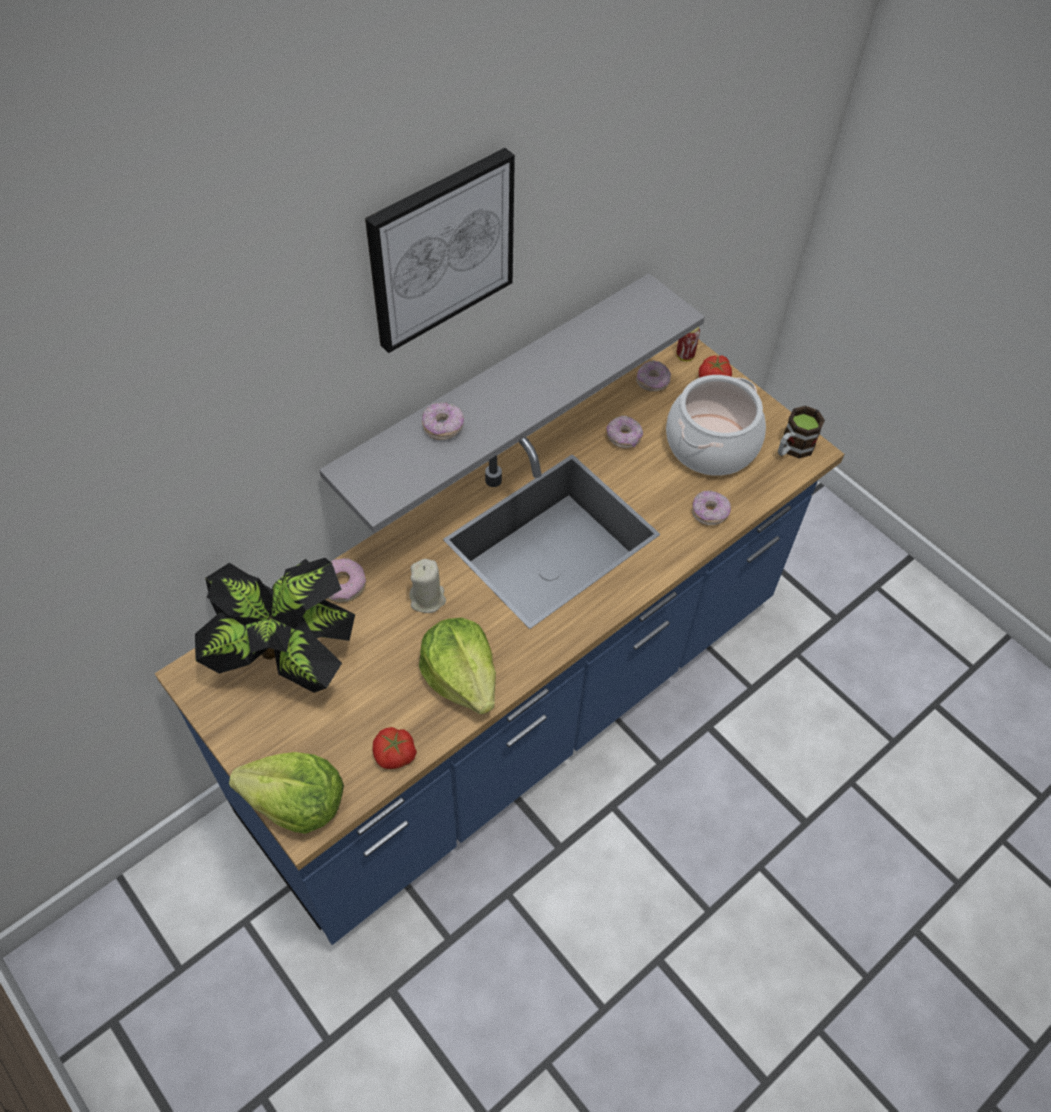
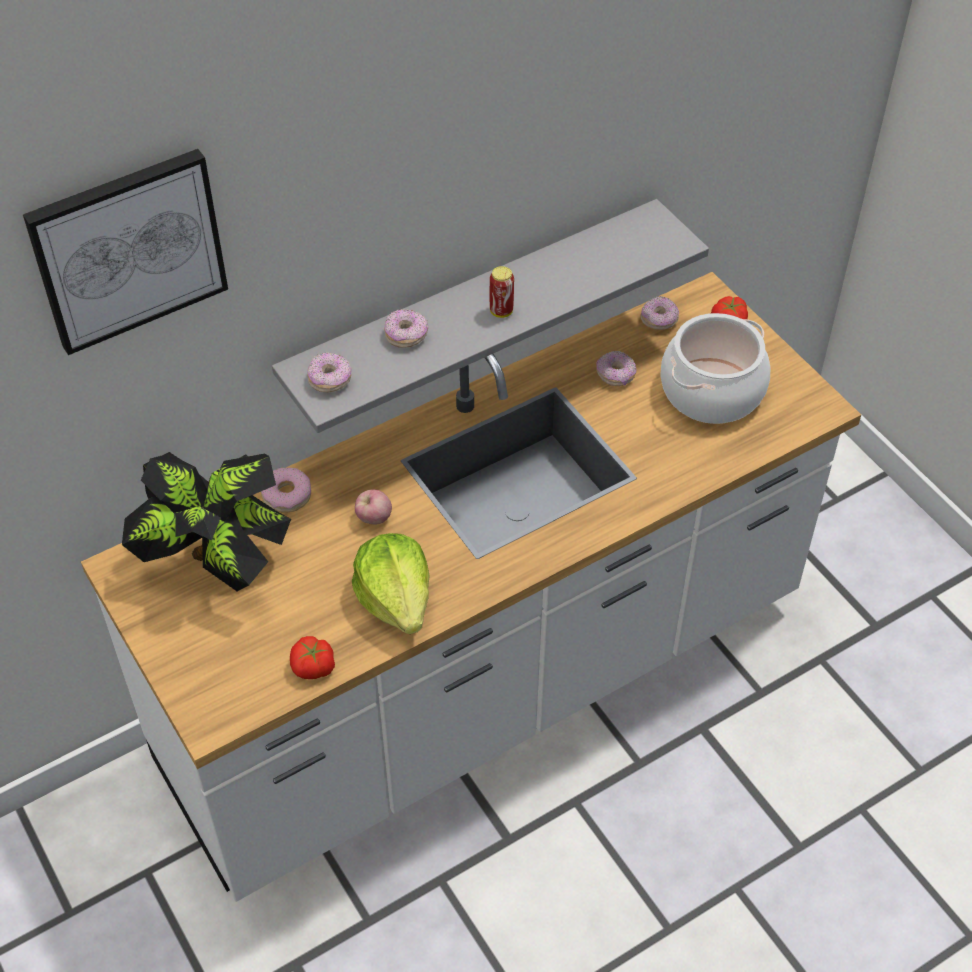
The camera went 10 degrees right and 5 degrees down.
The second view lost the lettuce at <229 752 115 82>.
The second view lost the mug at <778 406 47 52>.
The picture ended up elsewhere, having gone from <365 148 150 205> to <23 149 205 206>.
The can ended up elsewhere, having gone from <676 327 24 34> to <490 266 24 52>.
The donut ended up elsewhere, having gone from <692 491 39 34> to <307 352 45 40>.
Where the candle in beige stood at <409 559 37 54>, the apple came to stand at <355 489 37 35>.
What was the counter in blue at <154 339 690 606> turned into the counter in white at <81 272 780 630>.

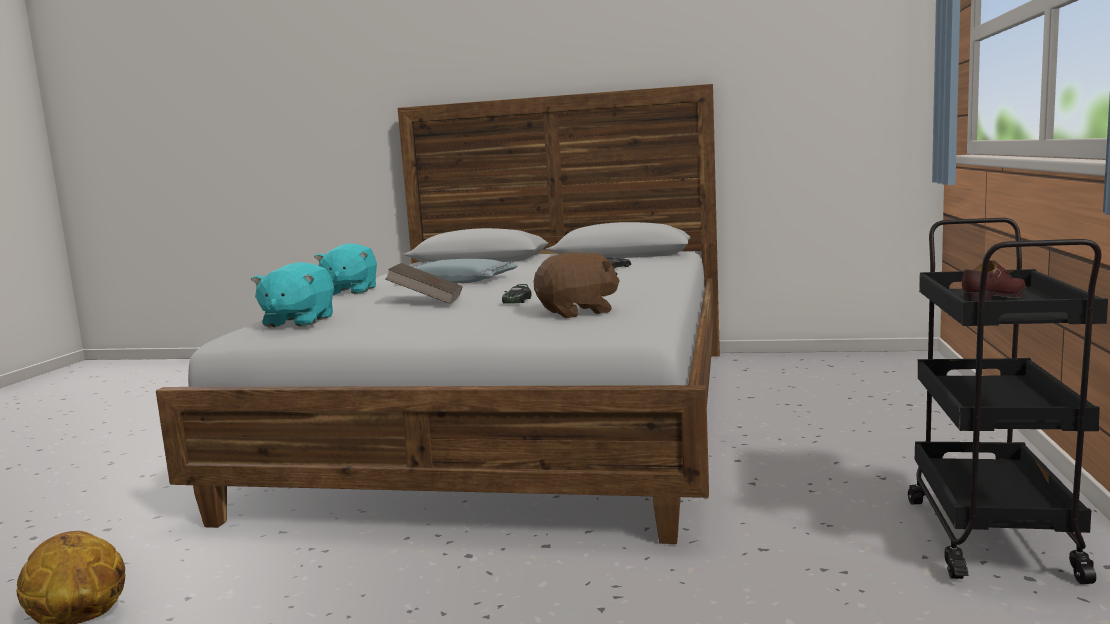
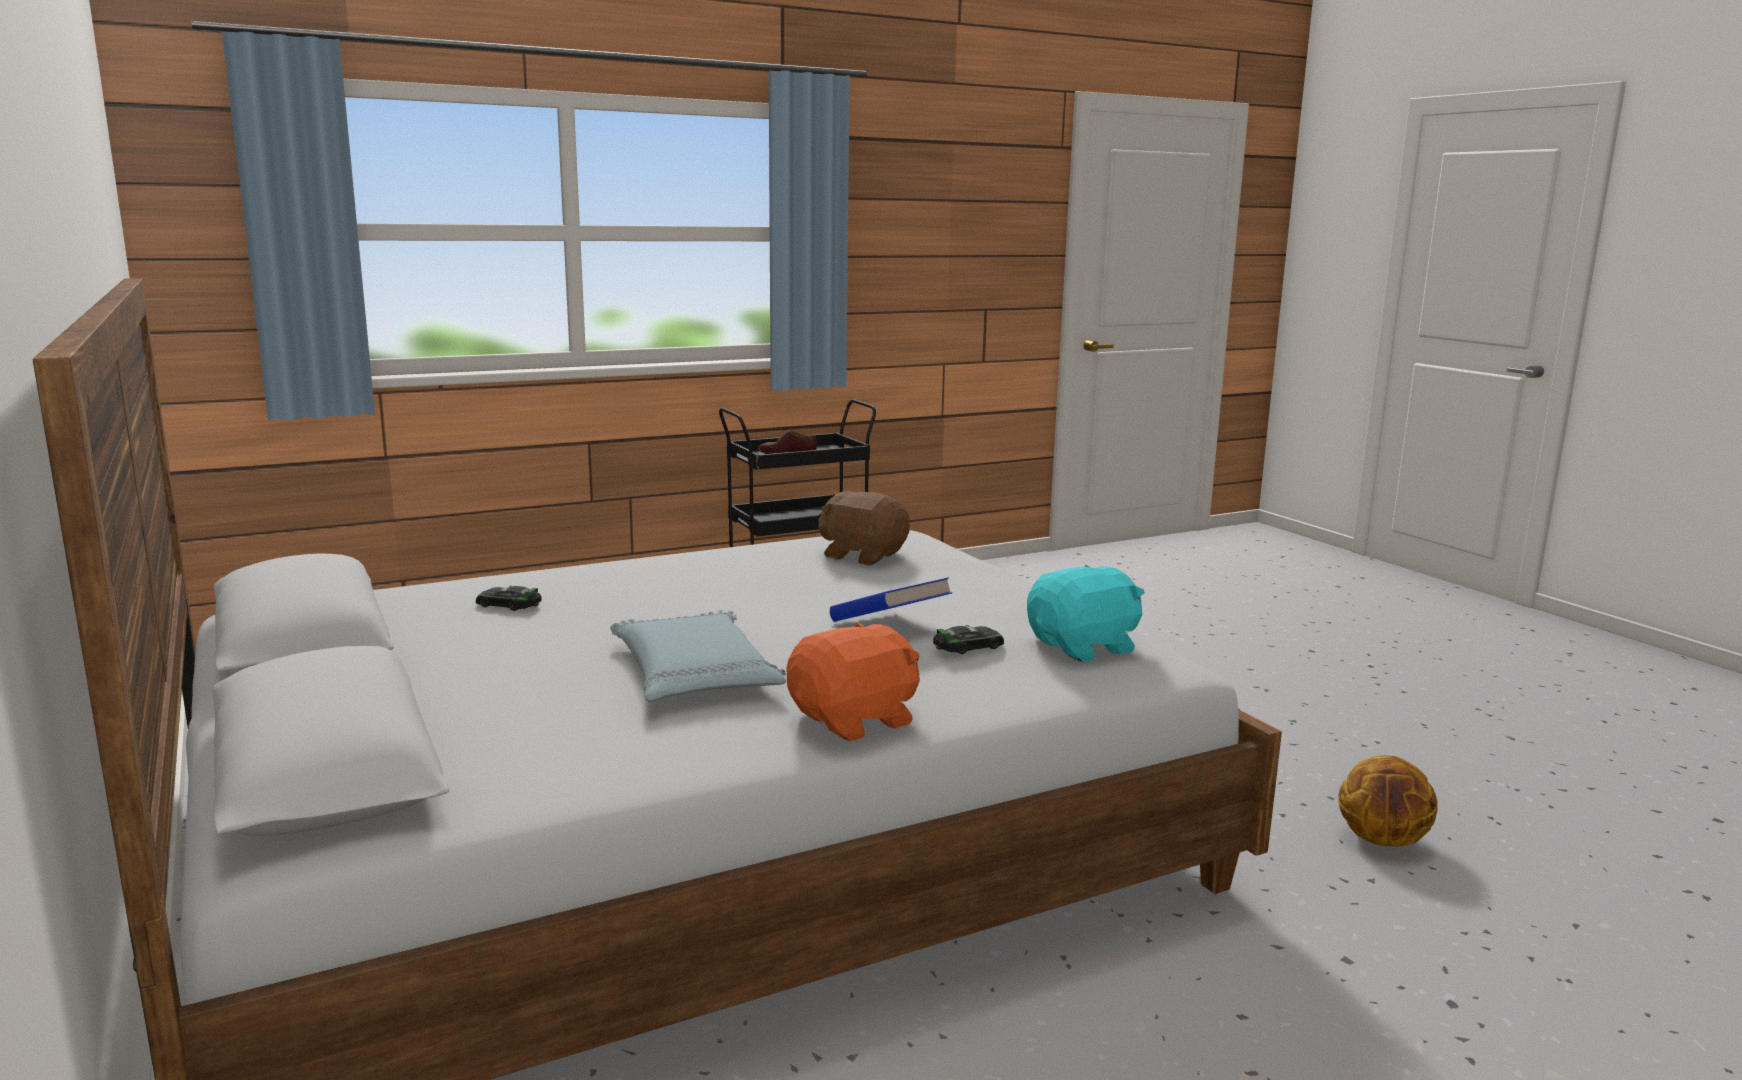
The camera went 130 degrees left and 5 degrees up.
The toy car ended up elsewhere, having gone from <502 284 29 20> to <933 625 71 29>.
What was the plush toy in turquoise at <314 243 63 52> turned into the plush toy in orange at <787 621 133 120>.
What was the book in brown at <385 263 78 41> turned into the book in blue at <830 577 122 45>.

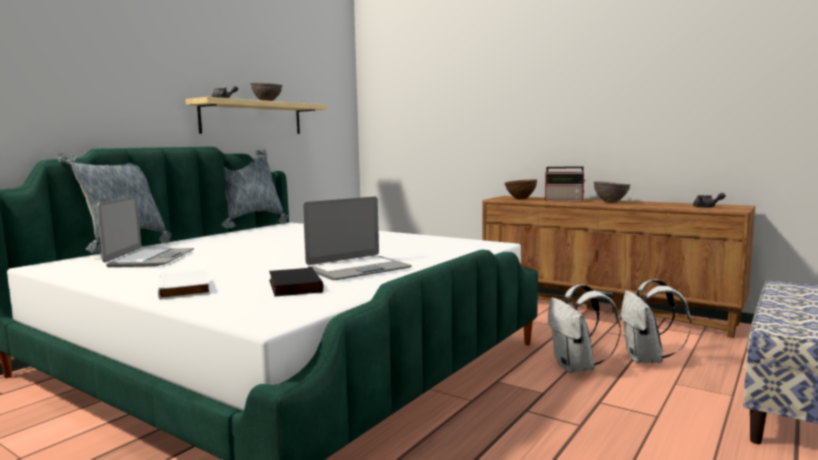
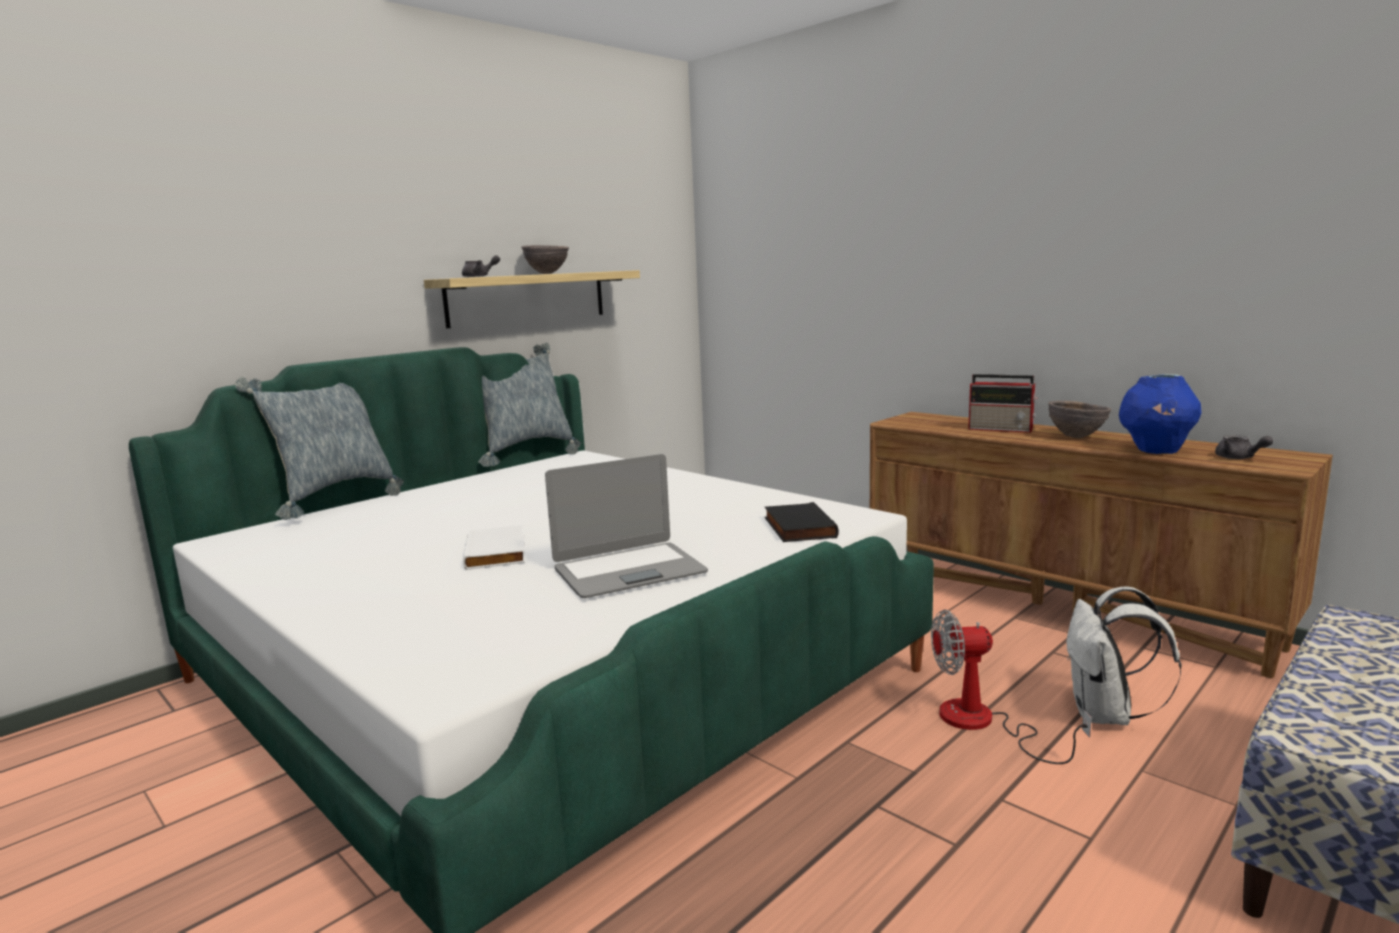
The camera went 10 degrees right and 5 degrees up.
The second view lost the laptop at <97 196 97 71>.
The second view lost the bowl in brown at <504 179 33 20>.
The second view gained the vase in blue at <1119 374 83 80>.
The book in white ended up elsewhere, having gone from <158 269 53 31> to <463 525 62 45>.
The book in black ended up elsewhere, having gone from <269 267 55 29> to <765 502 74 40>.
Where the backpack in white stood at <548 284 73 89>, the fan came to stand at <931 610 161 154>.

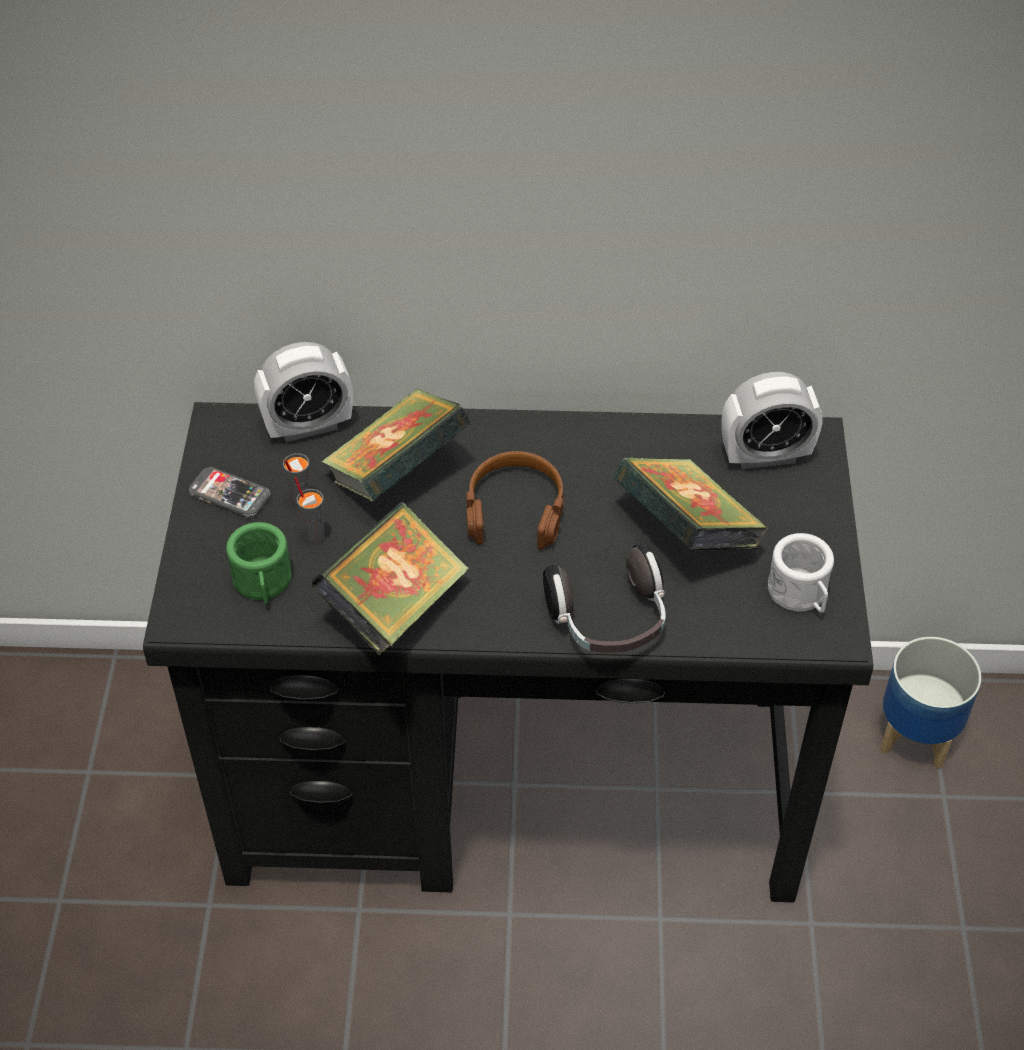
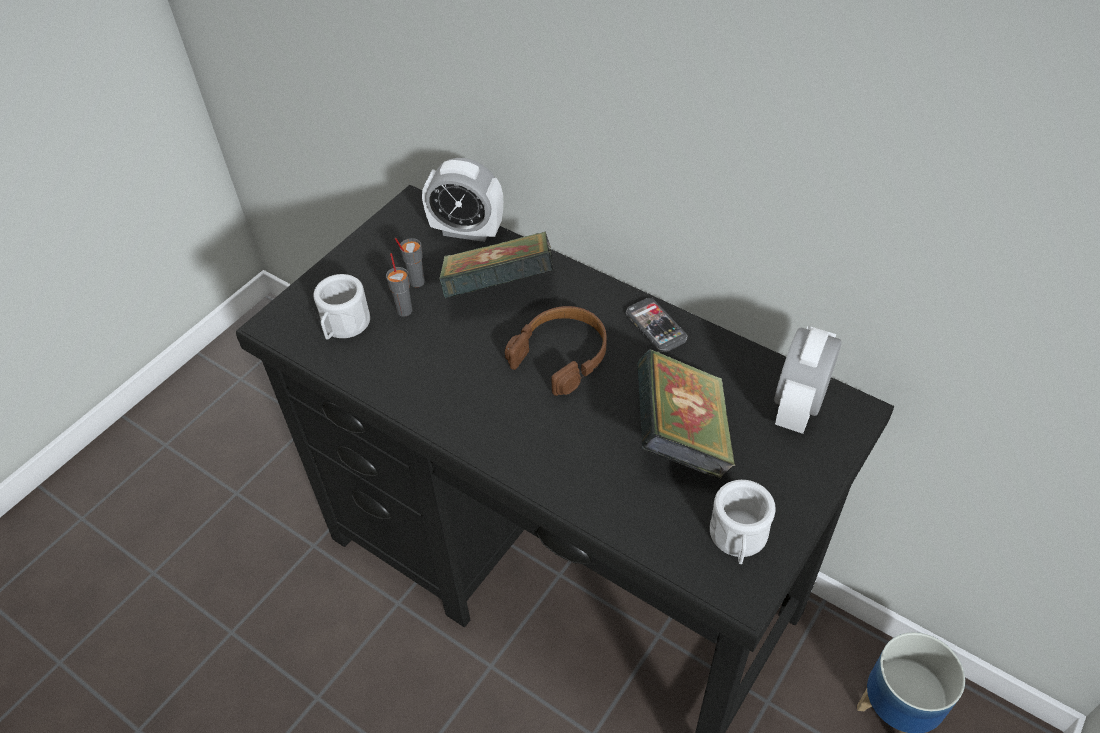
The camera went 35 degrees right and 0 degrees up.
The second view lost the book at <311 502 158 154>.
The second view lost the headphones at <543 544 123 109>.
The phone ended up elsewhere, having gone from <189 467 81 51> to <626 298 62 54>.
What was the mug in green at <226 522 65 82> turned into the mug in white at <313 274 57 66>.
The alarm clock at <722 372 101 97> ended up facing another way, 90 degrees clockwise from before.

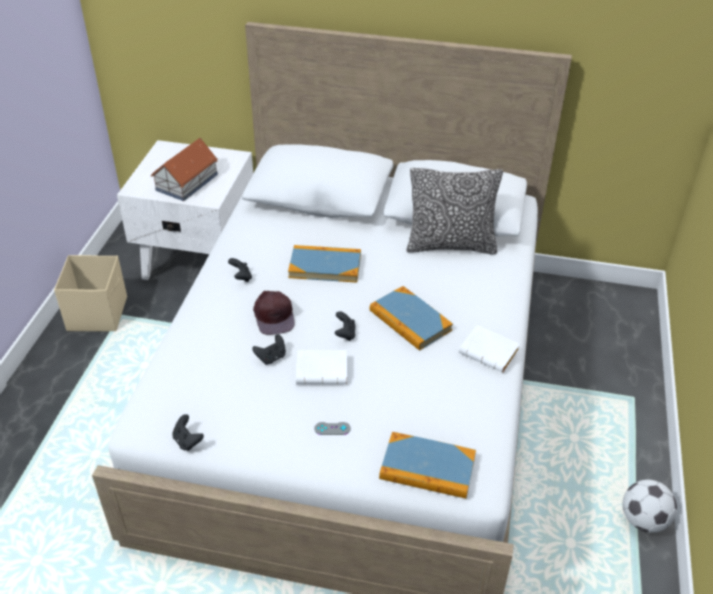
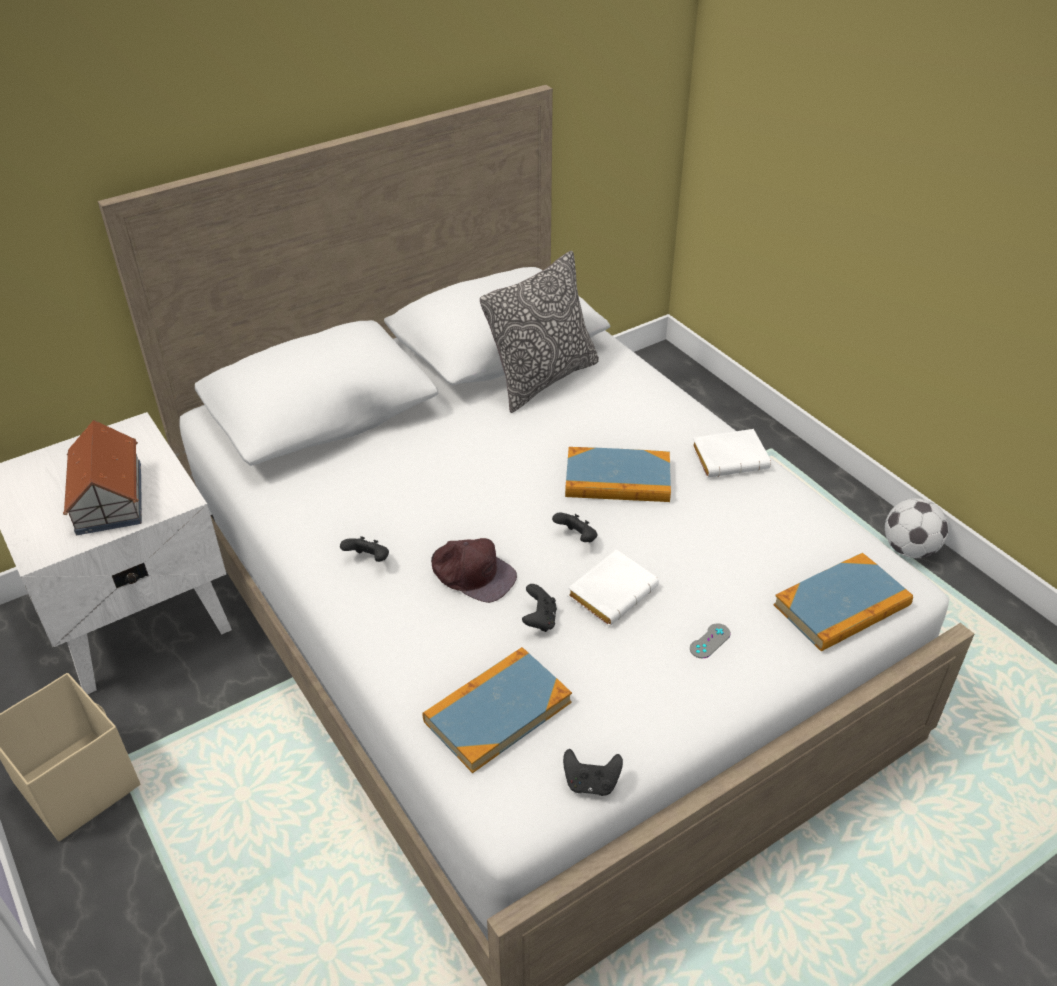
The camera went 45 degrees left and 0 degrees up.
The book ended up elsewhere, having gone from <288 245 73 38> to <423 647 149 126>.

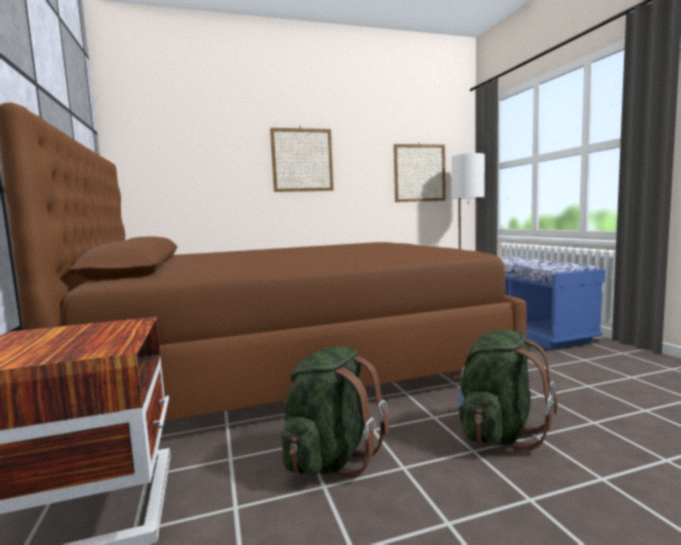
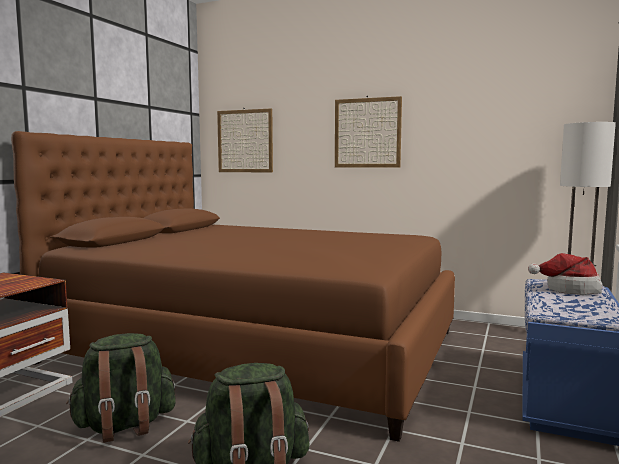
The camera went 40 degrees right and 0 degrees up.
The second view gained the hat at <528 253 75 42>.
The picture ended up elsewhere, having gone from <394 142 52 60> to <217 108 56 65>.

